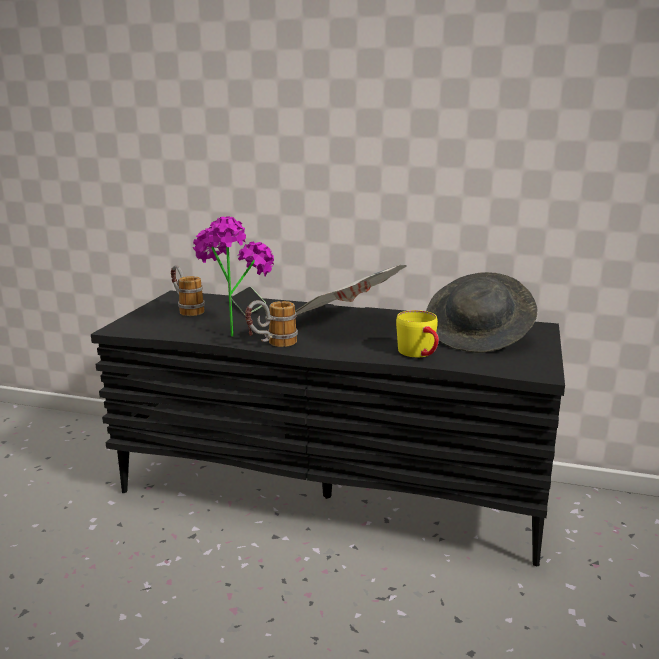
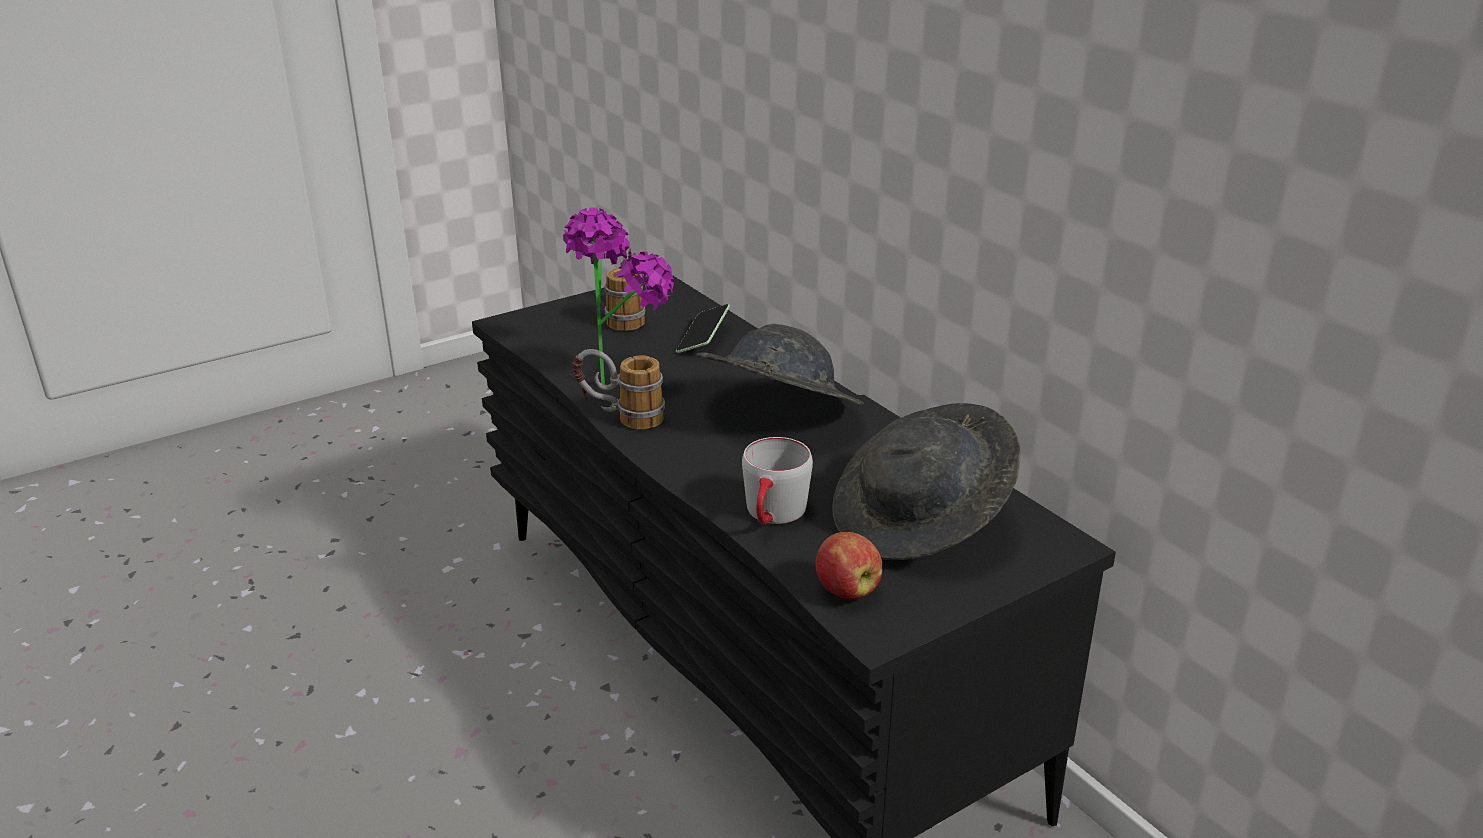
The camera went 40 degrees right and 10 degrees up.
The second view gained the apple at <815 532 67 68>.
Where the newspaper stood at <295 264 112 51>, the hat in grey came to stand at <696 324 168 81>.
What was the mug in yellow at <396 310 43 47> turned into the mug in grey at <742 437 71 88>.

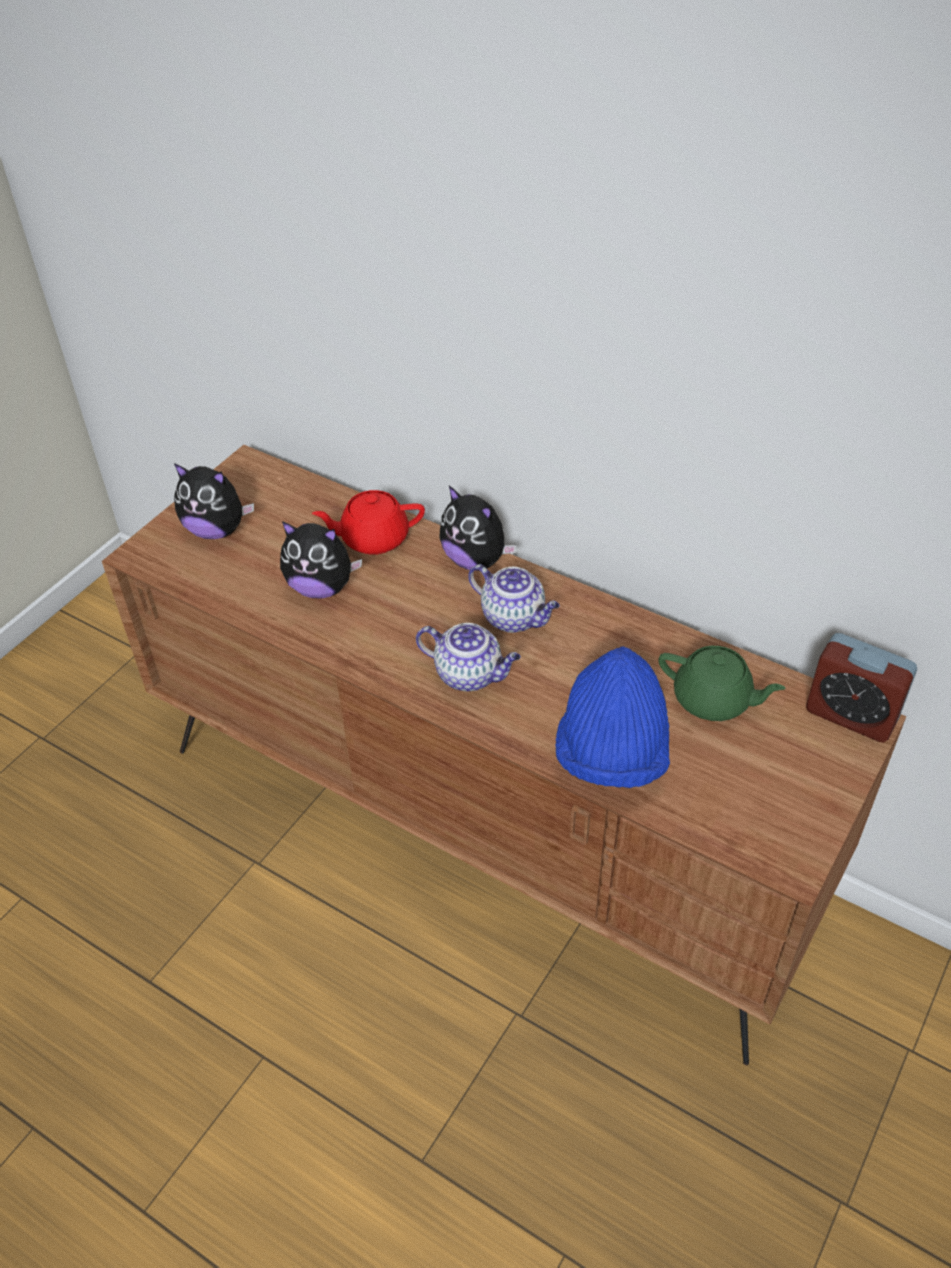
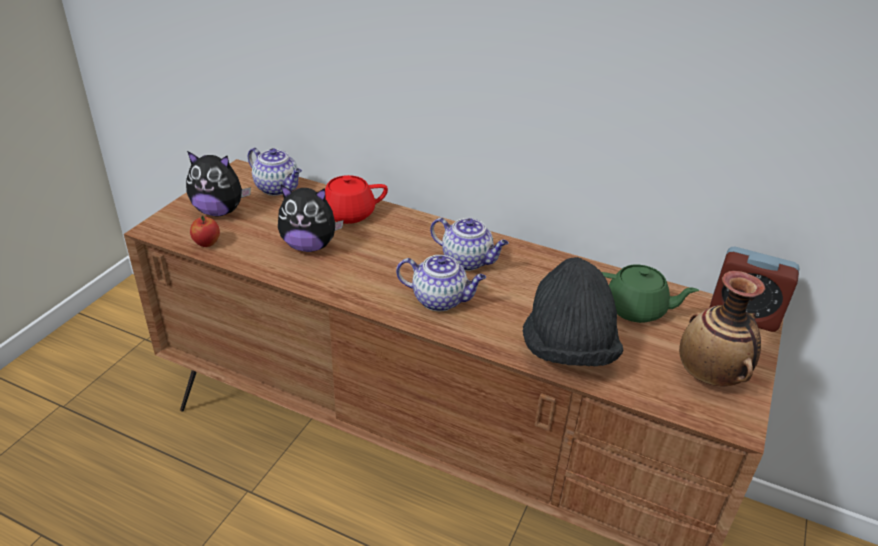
The camera went 10 degrees left and 10 degrees down.
The second view lost the plush toy at <439 486 78 85>.
The second view gained the apple at <190 216 30 31>.
The second view gained the teapot at <248 148 54 48>.
The second view gained the vase at <679 271 87 115>.
What was the hat in blue at <555 647 115 141> turned into the hat in black at <523 257 100 109>.

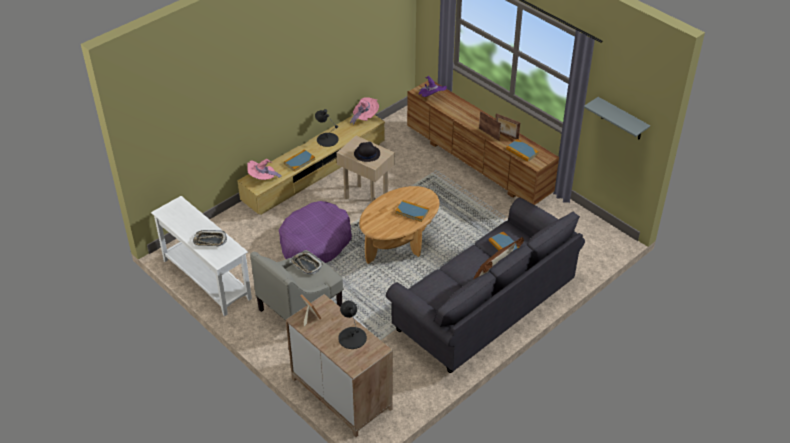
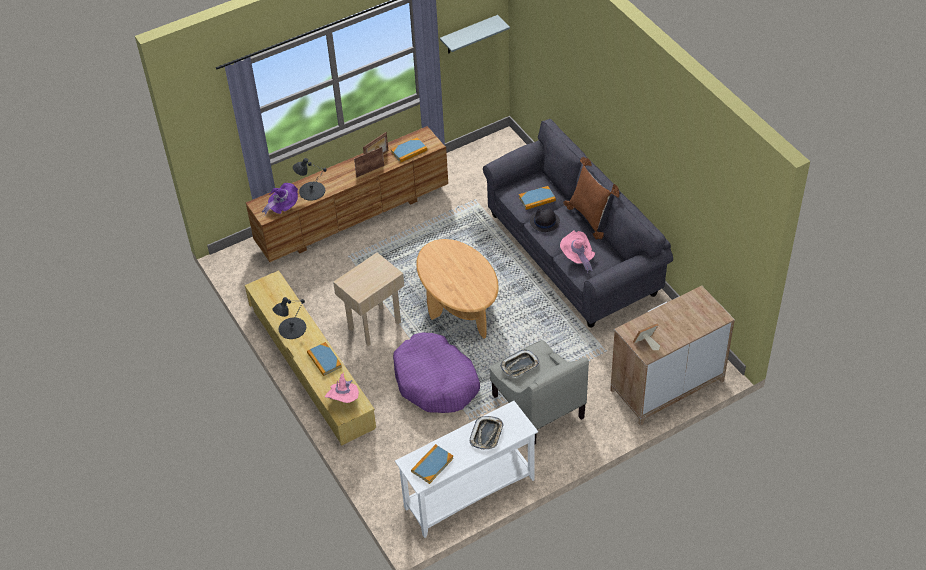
The camera went 75 degrees left and 5 degrees up.
The table lamp in black ended up elsewhere, having gone from <338 301 29 48> to <293 158 34 43>.
The hat in pink ended up elsewhere, having gone from <350 97 29 28> to <560 230 35 43>.
The hat in black ended up elsewhere, having gone from <354 142 26 20> to <530 208 30 24>.
The book ended up elsewhere, having gone from <395 200 34 22> to <411 444 43 40>.

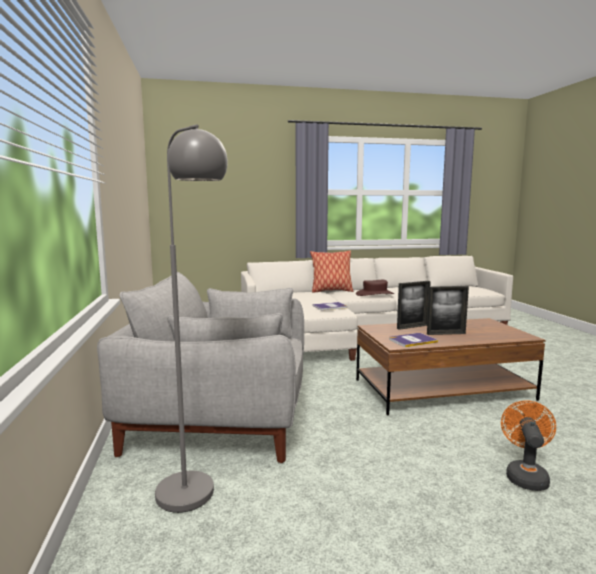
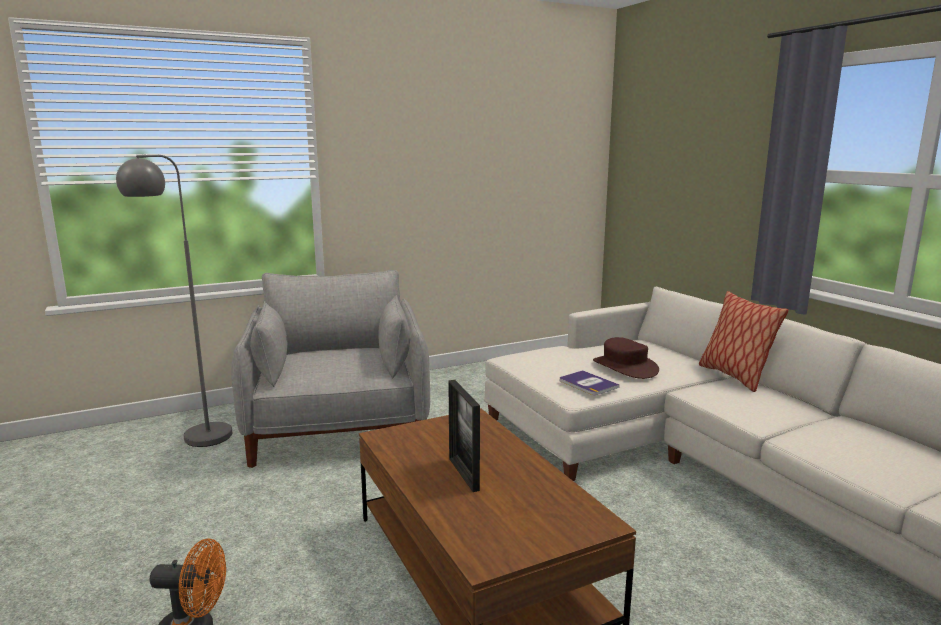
The camera went 75 degrees right and 5 degrees up.
The second view lost the book at <389 333 49 14>.
The second view lost the picture frame at <397 281 34 49>.
The hat in brown ended up elsewhere, having gone from <356 280 38 16> to <593 337 66 42>.

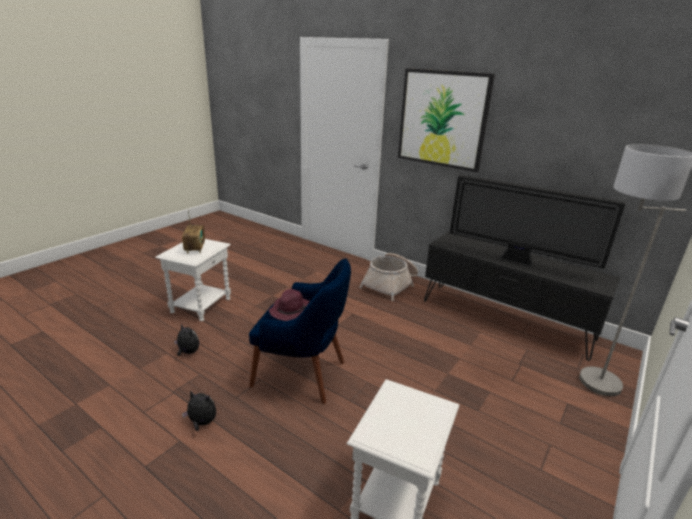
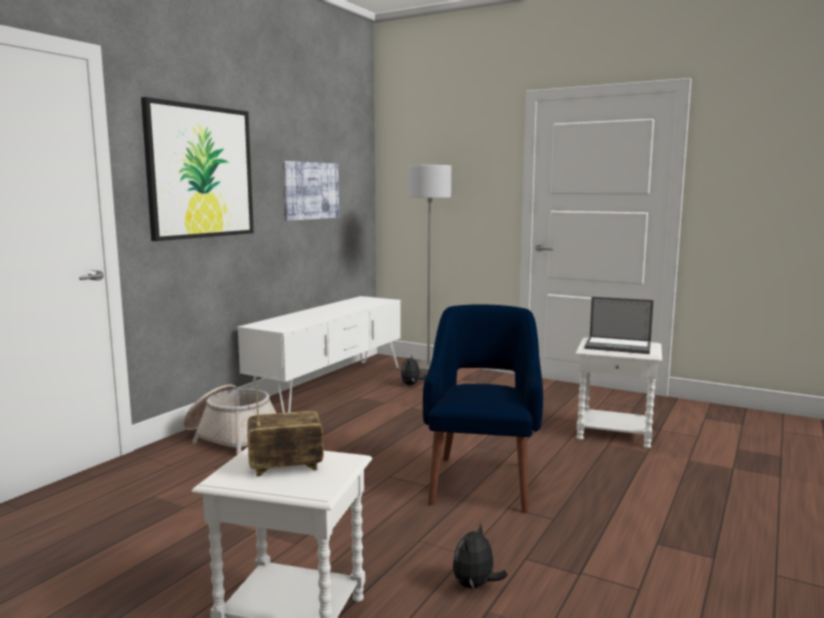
The camera went 95 degrees left and 15 degrees down.
The second view lost the hat in purple at <269 289 41 32>.
The second view lost the television at <450 175 175 94>.
The second view gained the picture at <282 161 57 60>.
The second view gained the laptop at <585 297 69 57>.
The plush toy ended up elsewhere, having gone from <182 390 34 41> to <401 355 26 30>.
What was the tv stand in black at <424 232 196 129> turned into the tv stand in white at <237 296 164 117>.

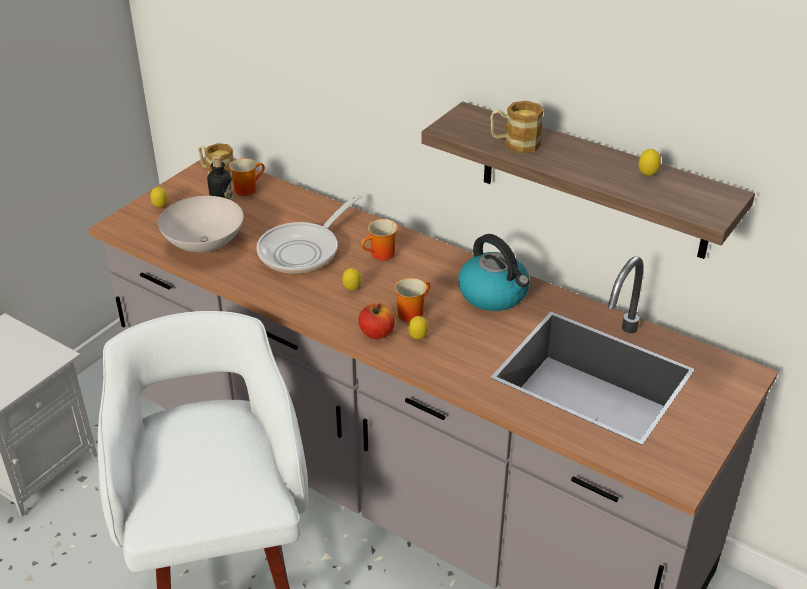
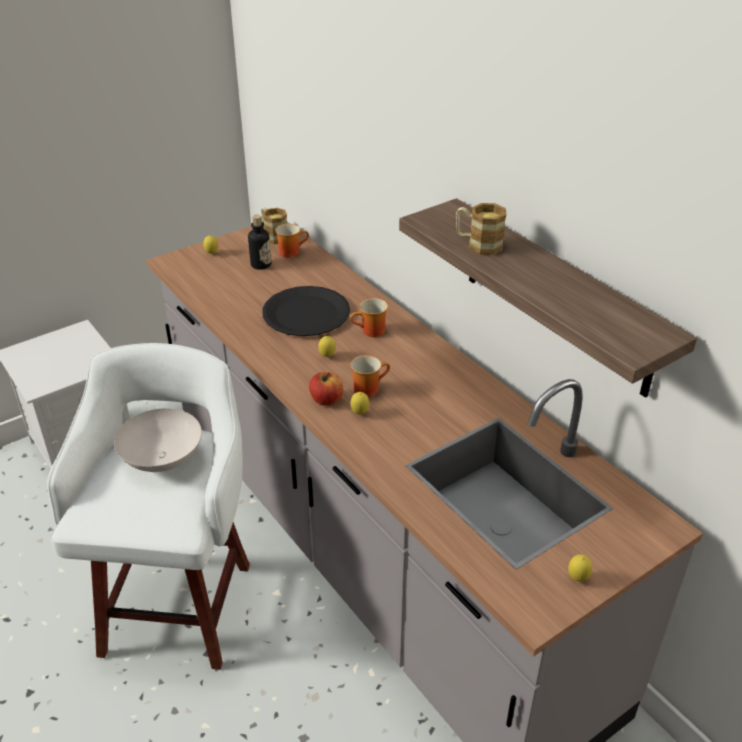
The camera went 20 degrees right and 0 degrees up.
The second view lost the kettle at <458 234 72 77>.
The bowl in white ended up elsewhere, having gone from <158 196 86 57> to <114 408 88 64>.
The lemon ended up elsewhere, having gone from <639 149 22 27> to <568 554 24 28>.
Where the frying pan stood at <257 194 105 80>, the plate in black came to stand at <262 286 88 50>.

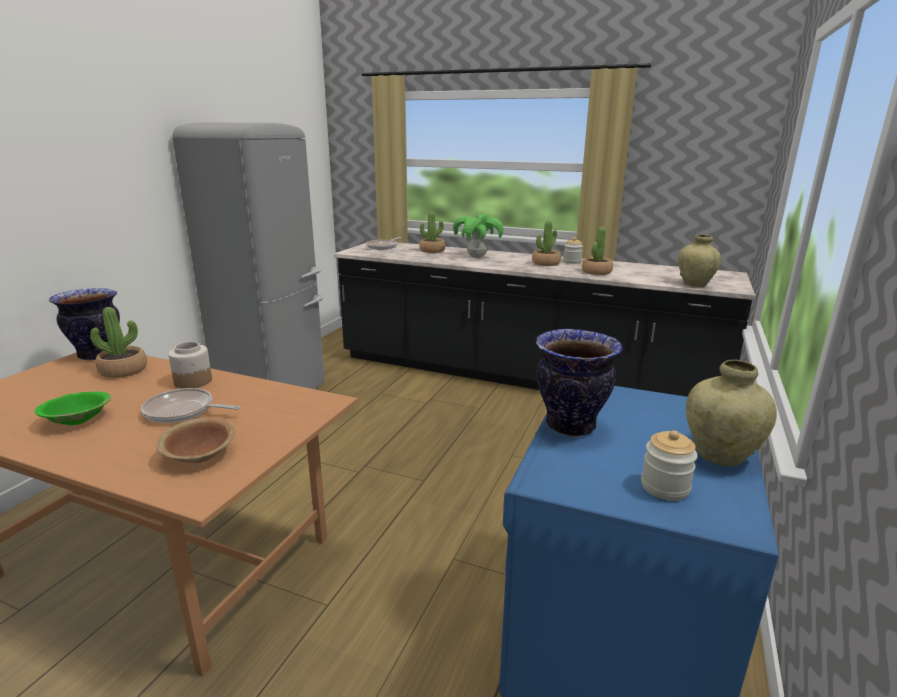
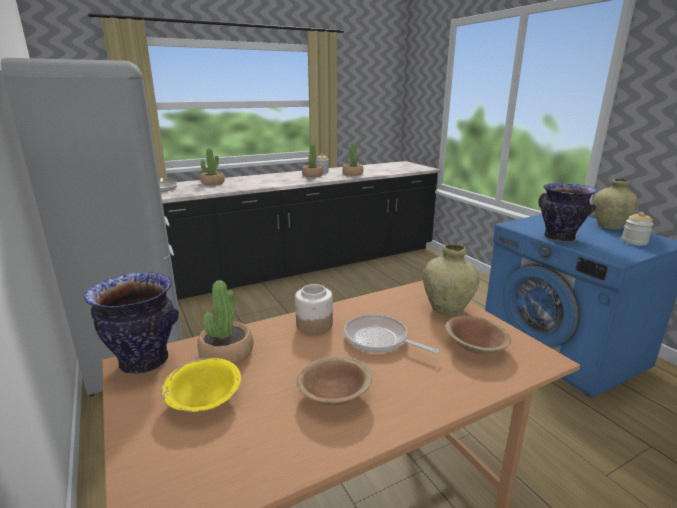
The camera went 50 degrees left and 0 degrees up.
The second view lost the potted plant at <453 214 50 44>.
The second view gained the bowl in yellow at <161 358 80 54>.
The vase in beige ended up elsewhere, having gone from <678 235 43 52> to <423 244 56 72>.
What was the bowl in green at <35 391 76 34> turned into the bowl in brown at <297 356 75 49>.
The frying pan at <141 388 99 35> ended up facing another way, 75 degrees clockwise from before.

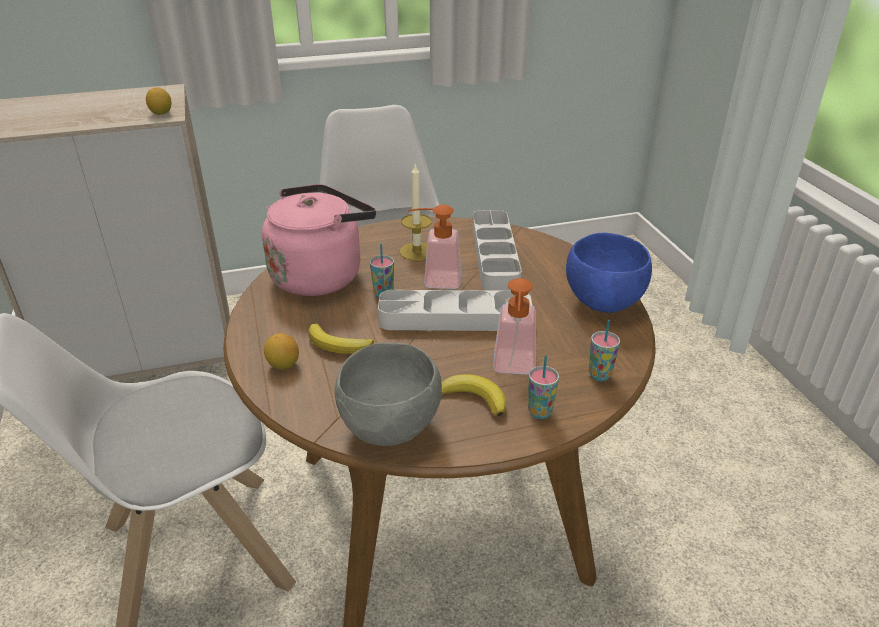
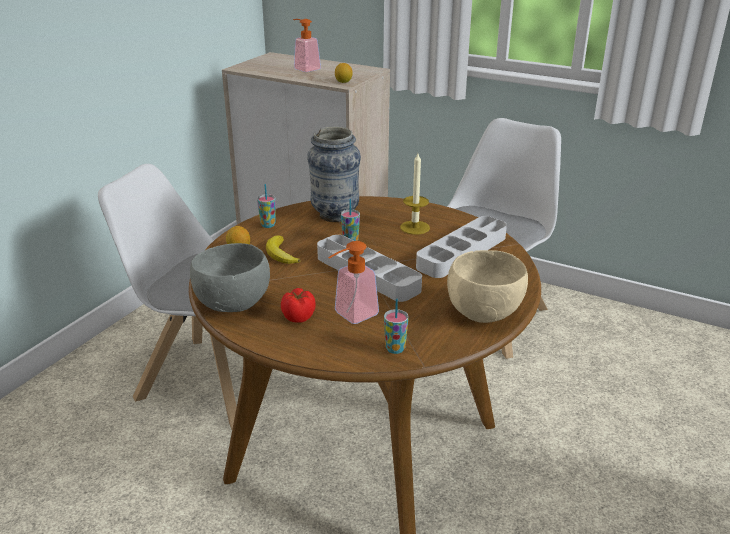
The camera went 45 degrees right and 5 degrees down.
The soap dispenser ended up elsewhere, having gone from <408 205 53 84> to <293 19 28 53>.
The cup ended up elsewhere, having gone from <528 355 31 64> to <257 184 19 44>.
Where the kettle in pink stood at <262 184 114 112>, the vase came to stand at <307 127 54 95>.
Where the banana stood at <441 374 65 43>, the tomato came to stand at <281 288 34 35>.
What was the bowl in blue at <566 233 86 80> turned into the bowl in beige at <447 250 81 73>.

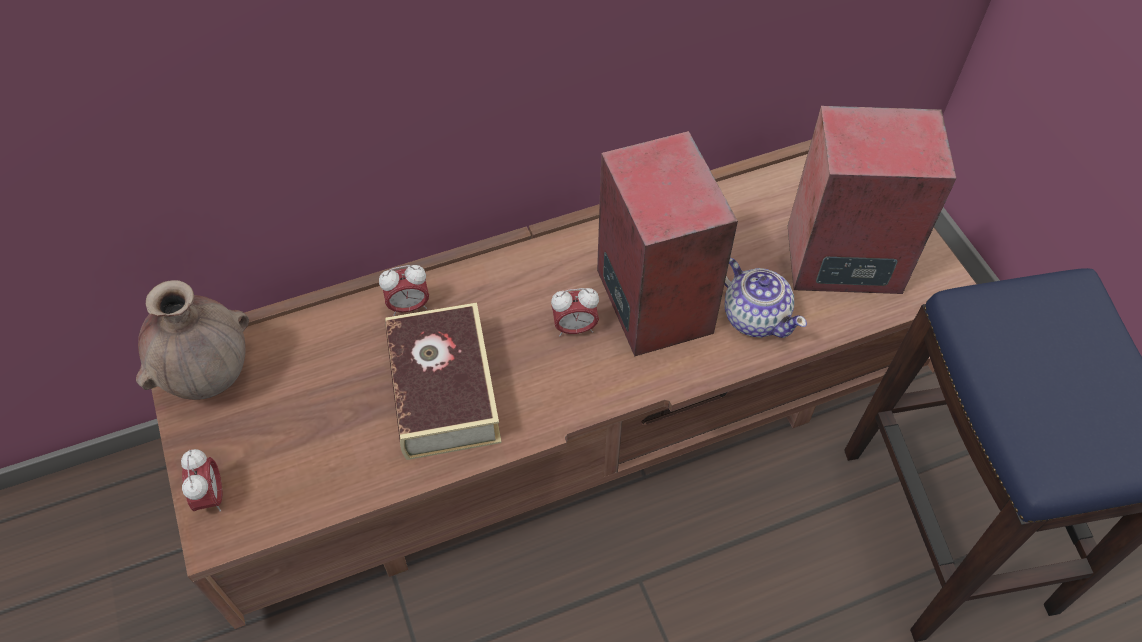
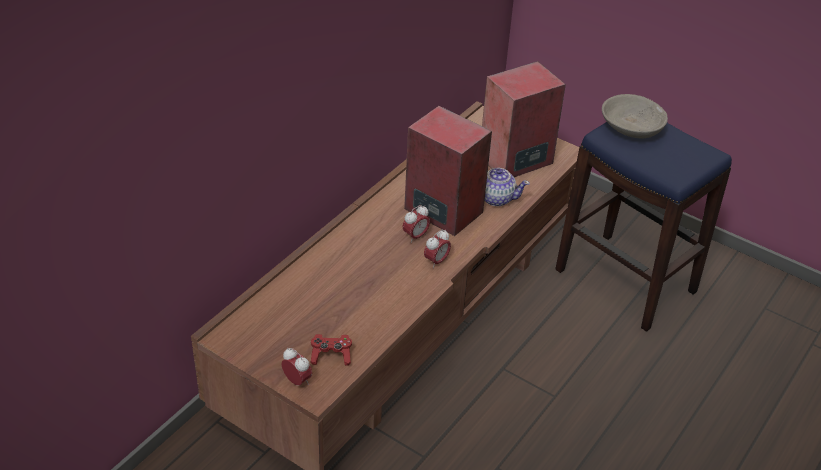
The camera went 35 degrees left and 15 degrees down.
The second view lost the vase in brown at <136 280 113 120>.
The second view lost the book at <385 302 117 158>.
The second view gained the game controller in red at <310 334 42 31>.
The second view gained the bowl in grey at <602 94 66 44>.
The alarm clock ended up elsewhere, having gone from <379 265 50 51> to <424 230 27 39>.

